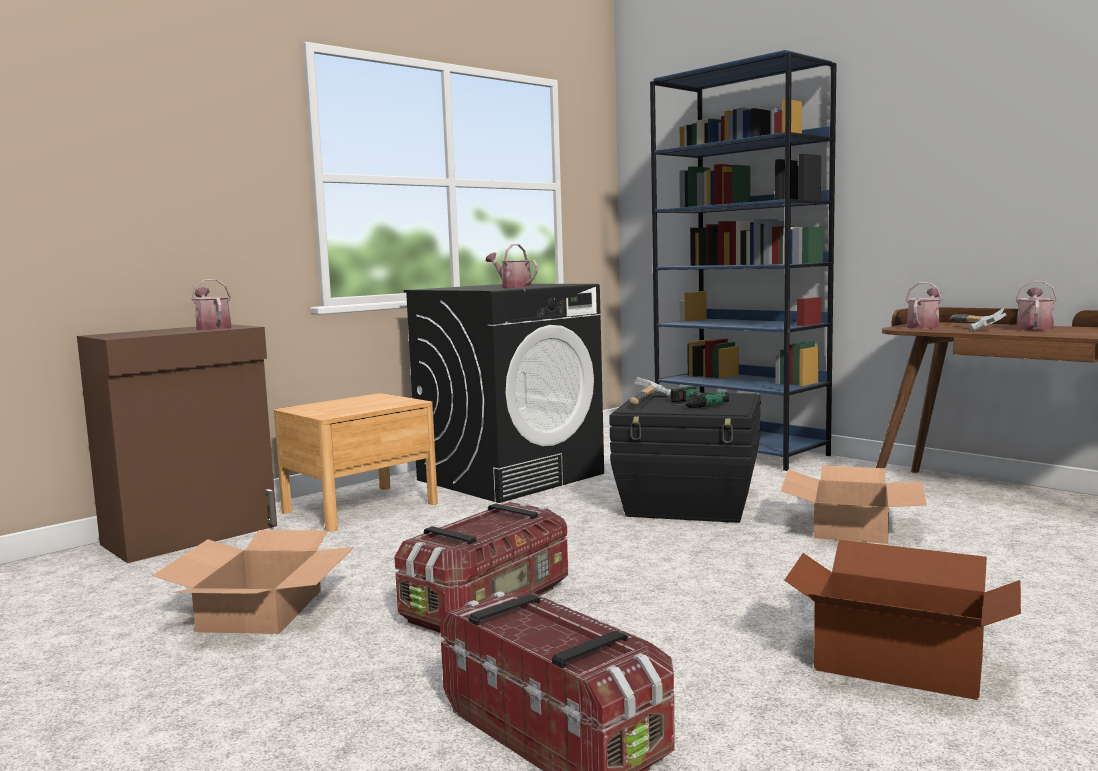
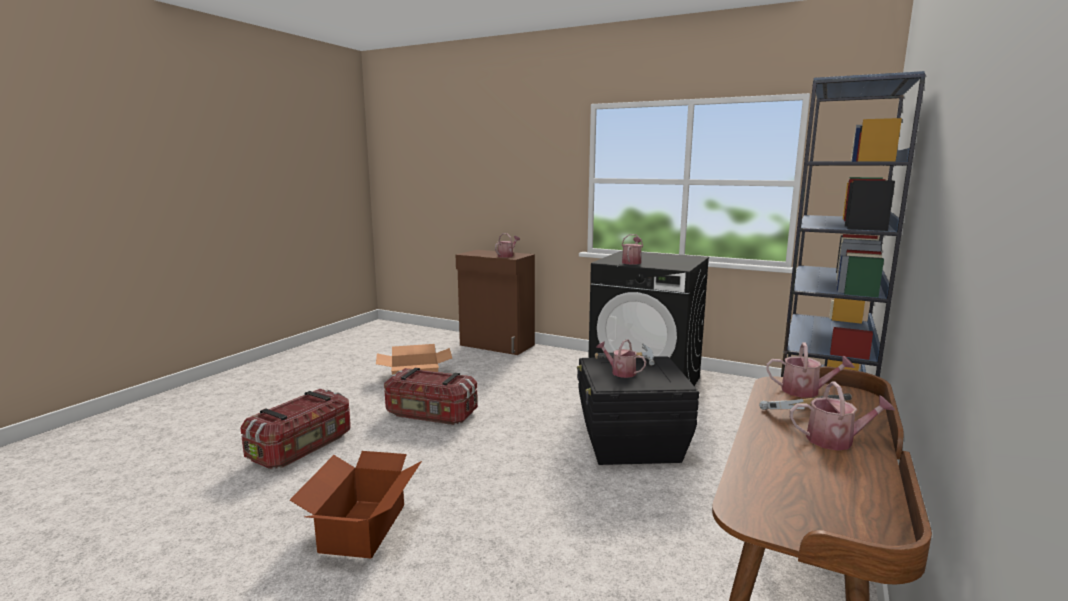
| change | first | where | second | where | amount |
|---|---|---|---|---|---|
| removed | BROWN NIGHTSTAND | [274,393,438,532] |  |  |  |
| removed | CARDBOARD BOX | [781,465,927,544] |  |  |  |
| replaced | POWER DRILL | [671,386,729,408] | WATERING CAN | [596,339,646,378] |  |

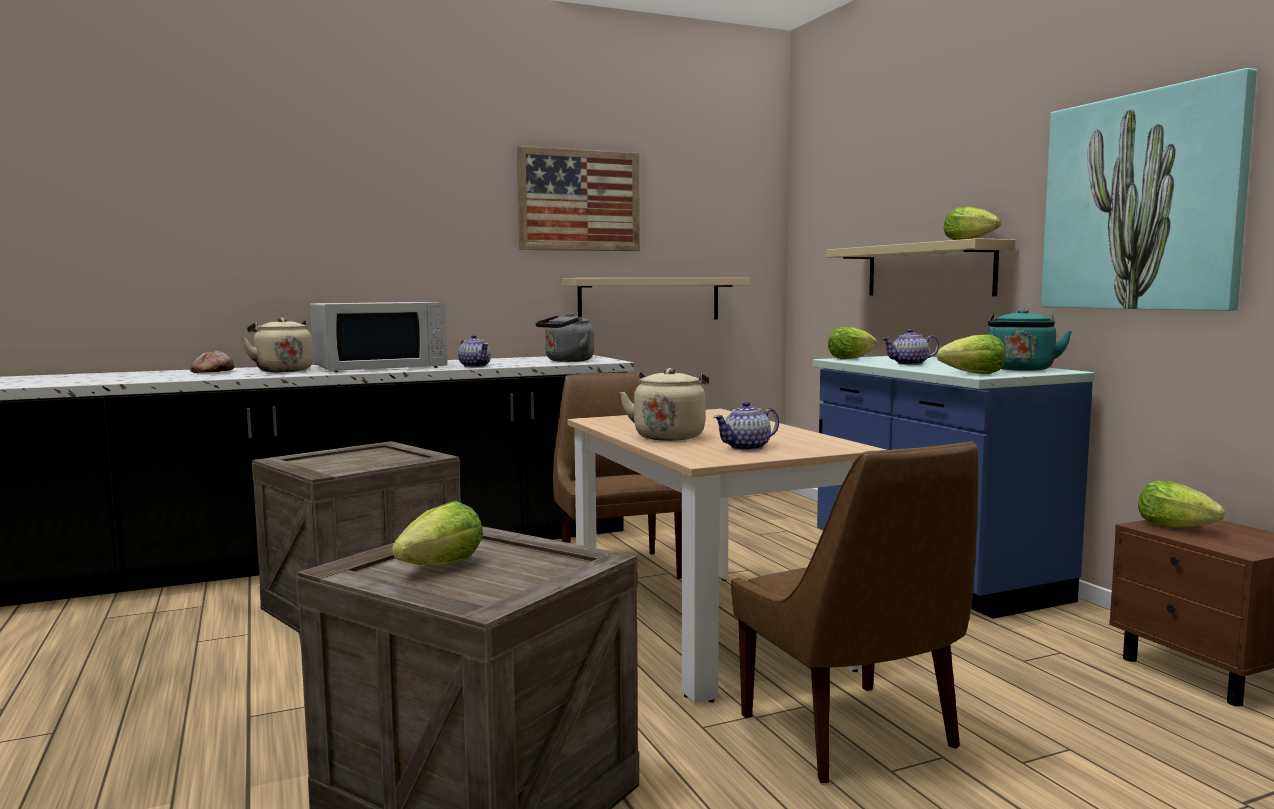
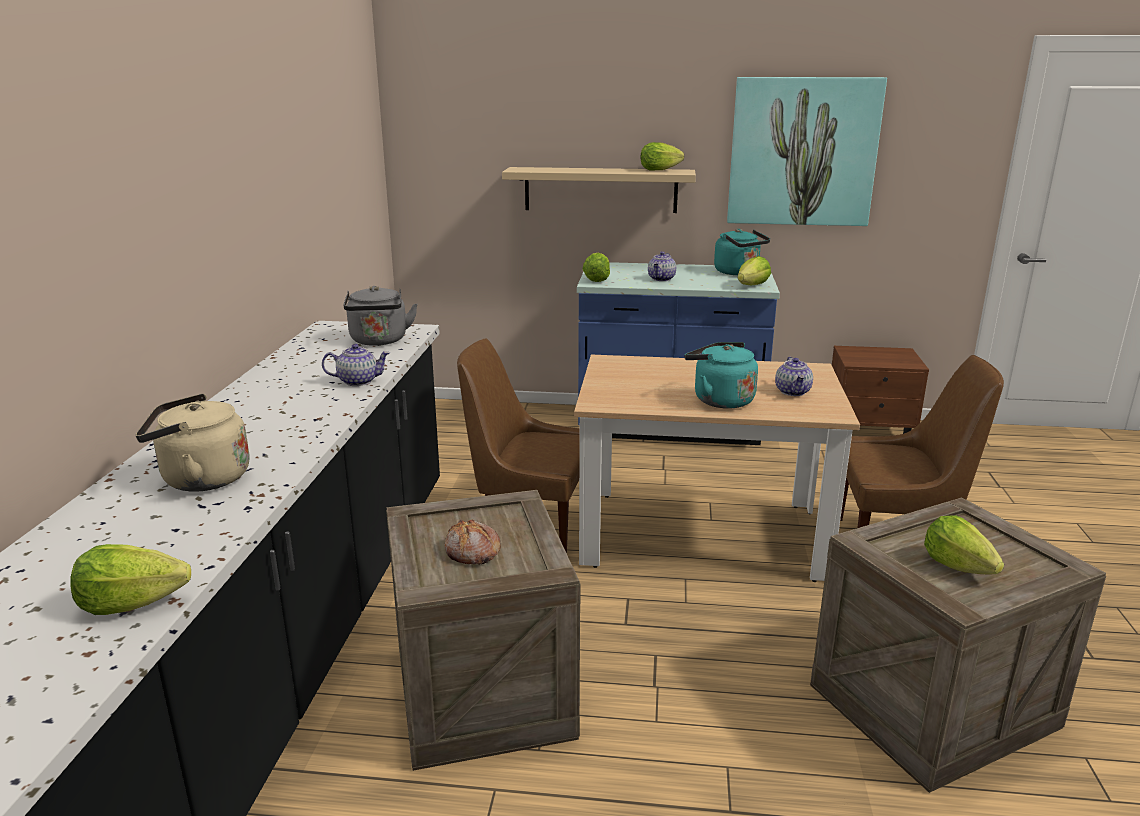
| change | first | where | second | where | amount |
|---|---|---|---|---|---|
| removed | WHITE MICROWAVE | [310,302,447,372] |  |  |  |
| removed | PICTURE | [517,146,640,251] |  |  |  |
| removed | BEIGE SHELF | [562,278,750,319] |  |  |  |
| moved | BREAD | [190,350,234,373] |  | [444,519,501,565] |  |
| moved | LETTUCE | [1138,480,1225,528] |  | [70,544,191,615] |  |
| recoloured | BEIGE KETTLE | [620,368,709,441] | TURQUOISE KETTLE | [685,342,758,409] |  |

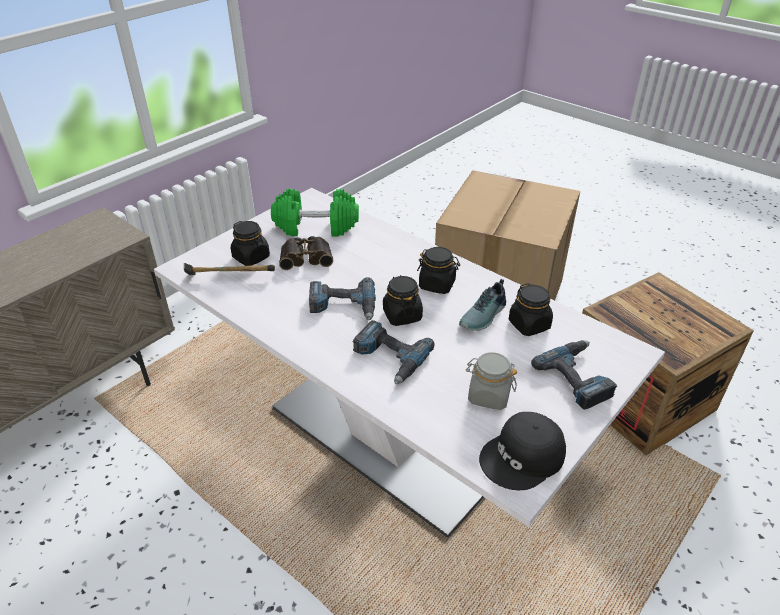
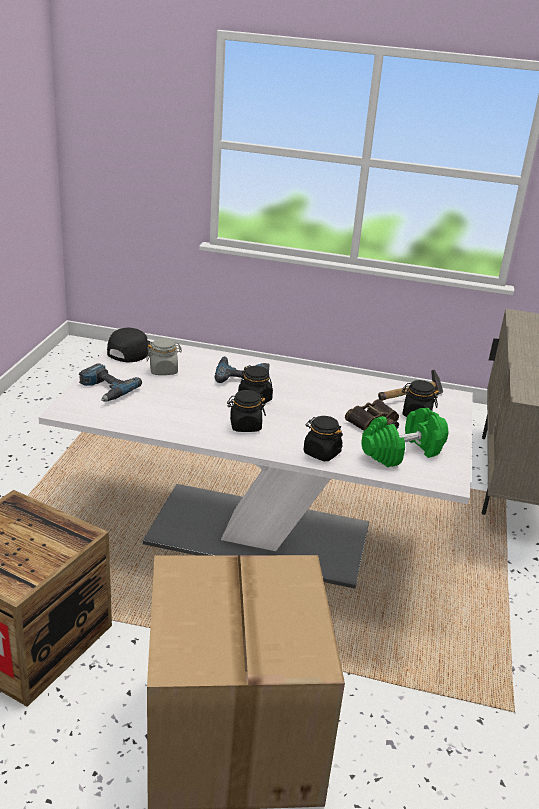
| change | first | where | second | where | amount |
|---|---|---|---|---|---|
| removed | POWER DRILL | [309,277,376,320] |  |  |  |
| removed | SHOE | [459,279,506,331] |  |  |  |
| moved | BLACK JAR | [509,283,553,336] |  | [304,416,343,461] |  |

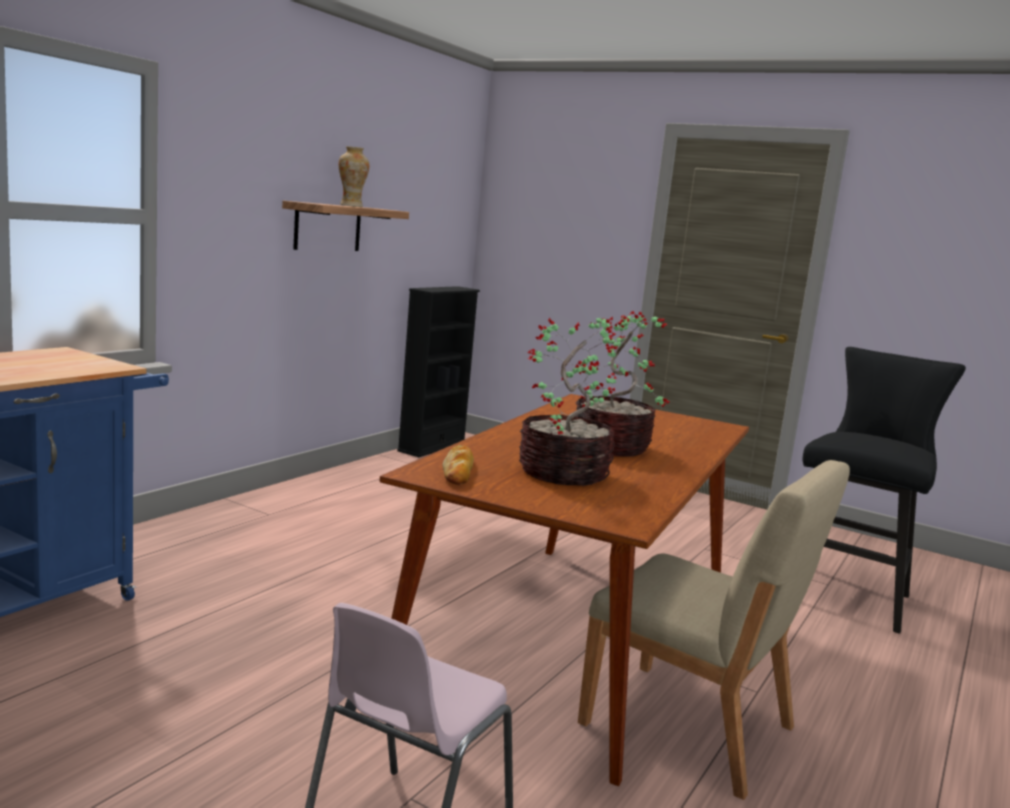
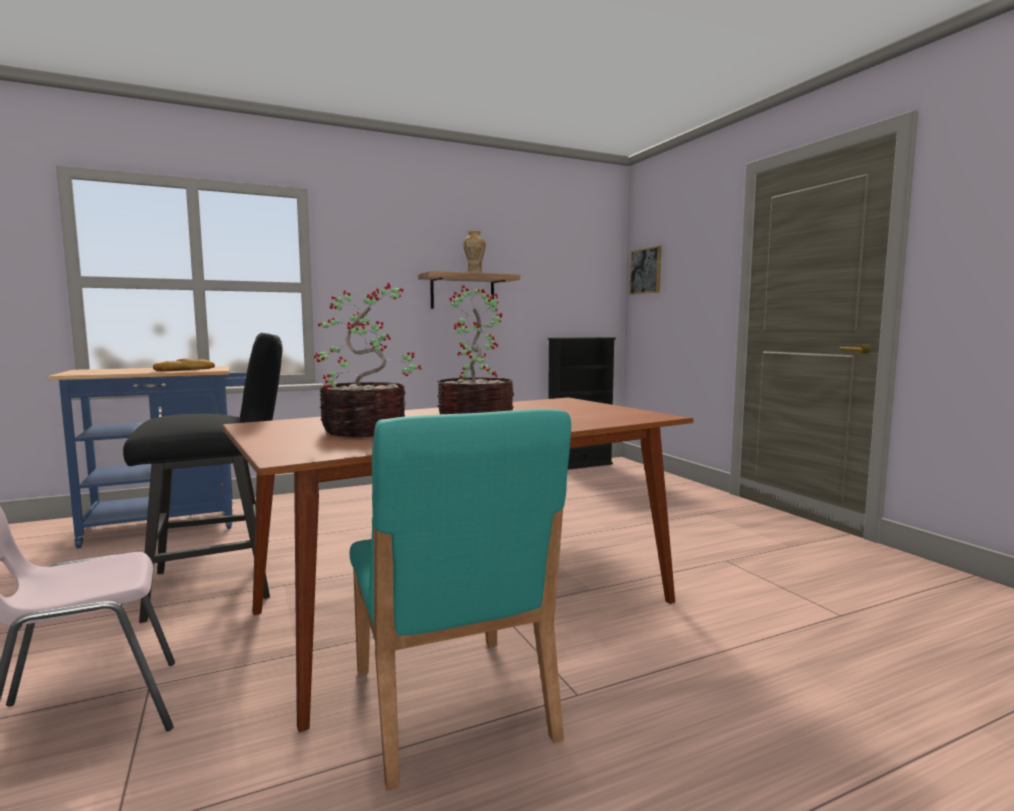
| change | first | where | second | where | amount |
|---|---|---|---|---|---|
| added |  |  | PICTURE | [629,245,661,295] |  |
| moved | BREAD | [442,445,474,485] |  | [153,359,215,371] |  |
| moved | BLACK STOOL | [803,347,966,634] |  | [123,333,283,623] |  |
| recoloured | BEIGE CHAIR | [578,460,850,800] | TURQUOISE CHAIR | [350,409,571,791] |  |

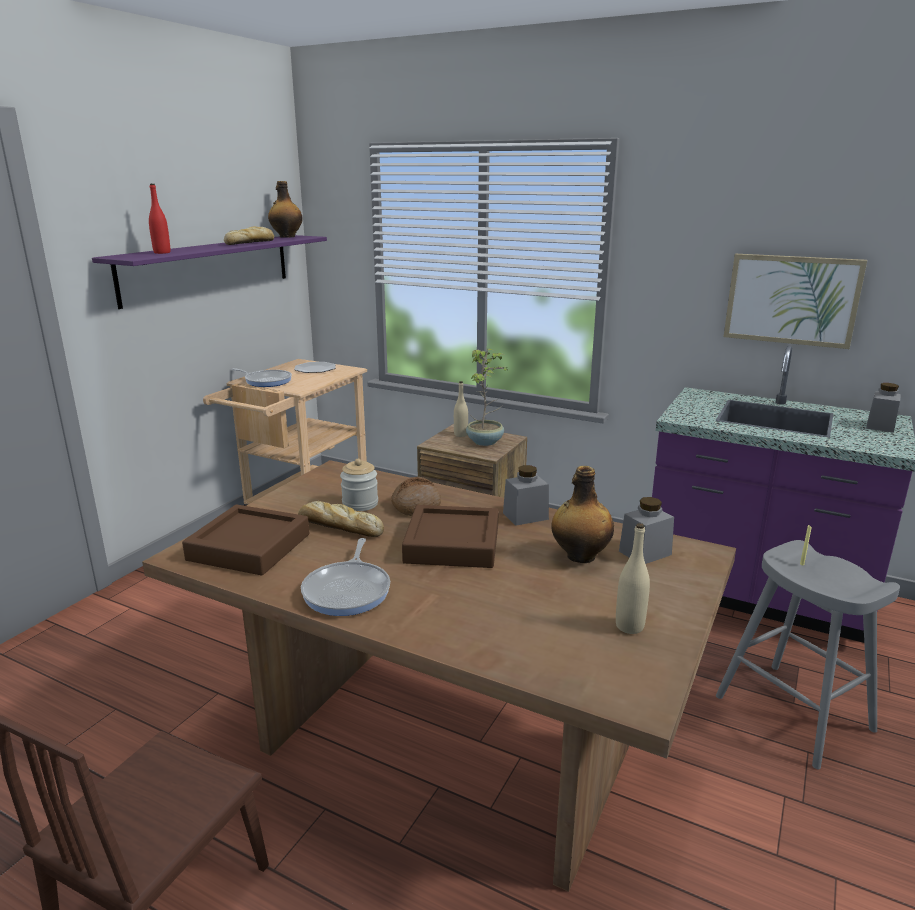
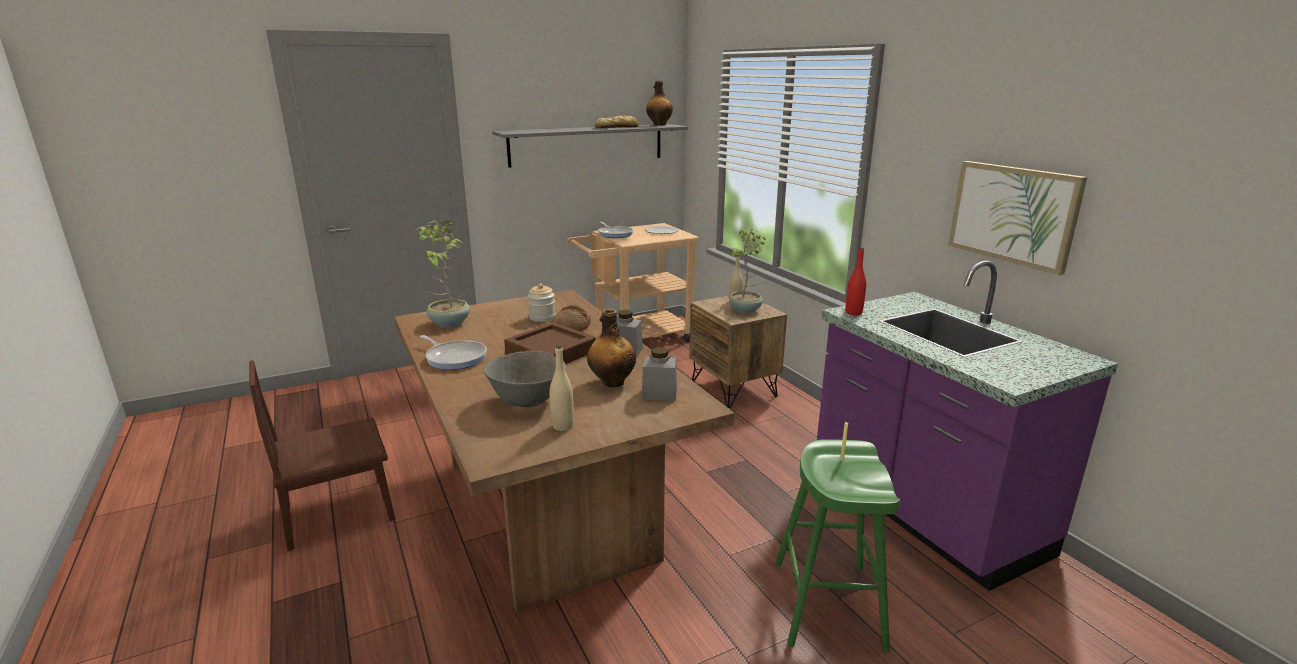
| change | first | where | second | where | amount |
|---|---|---|---|---|---|
| removed | BREAD | [298,501,384,537] |  |  |  |
| removed | GREY JAR | [866,383,901,433] |  |  |  |
| added |  |  | GREY BOWL | [483,350,566,407] |  |
| moved | RED BOTTLE | [149,184,171,254] |  | [846,248,866,315] |  |
| replaced | BROWN TRAY | [182,504,309,575] | POTTED PLANT | [415,221,470,328] |  |
| recoloured | PURPLE SHELF | [92,235,327,309] | GREY SHELF | [492,124,688,168] |  |
| recoloured | GREY STOOL | [716,540,900,769] | GREEN STOOL | [775,439,900,652] |  |
| turned | FRYING PAN | [301,538,390,616] |  | [420,335,487,370] | 90 degrees counterclockwise |

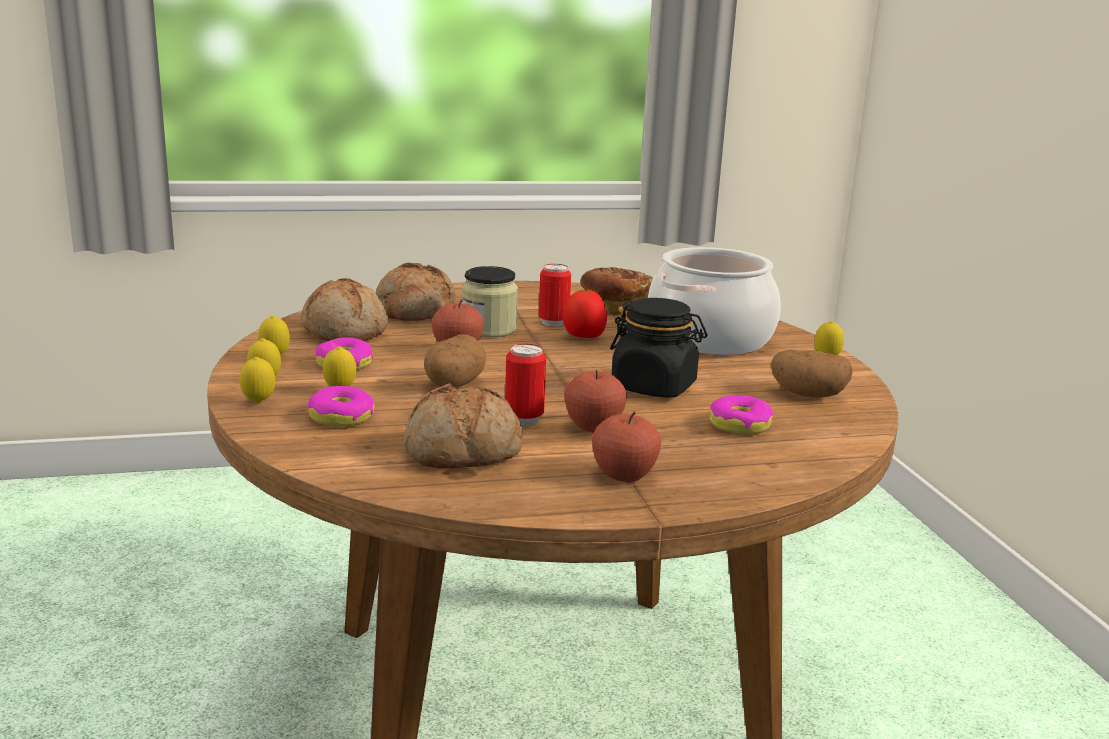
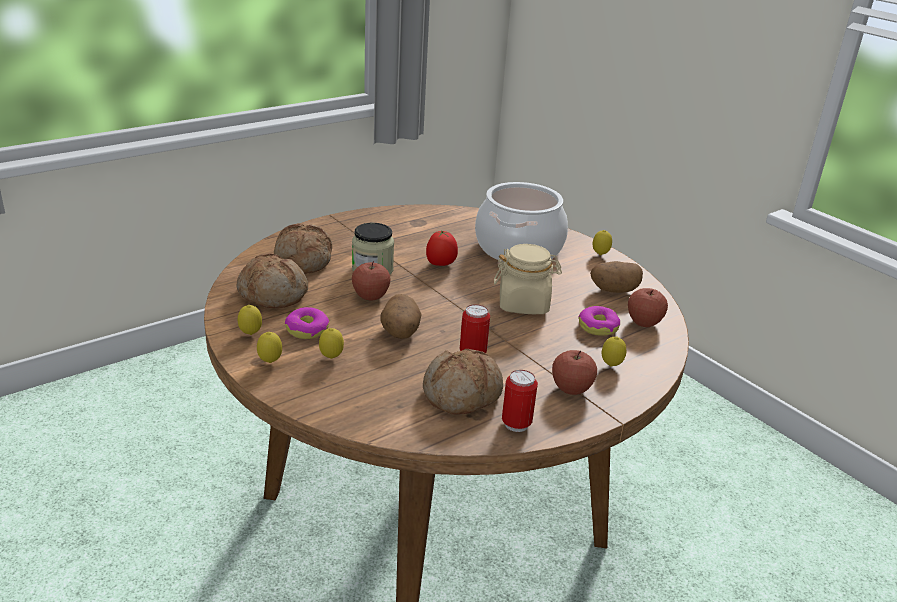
| change | first | where | second | where | amount |
|---|---|---|---|---|---|
| removed | DONUT | [308,386,374,427] |  |  |  |
| removed | BREAD | [580,267,653,314] |  |  |  |
| moved | LEMON | [240,357,275,403] |  | [602,336,626,367] |  |
| moved | CAN | [539,264,571,326] |  | [502,370,538,432] |  |
| moved | APPLE | [565,370,627,432] |  | [628,288,668,327] |  |
| recoloured | BLACK JAR | [610,298,707,398] | BEIGE JAR | [494,244,562,314] |  |

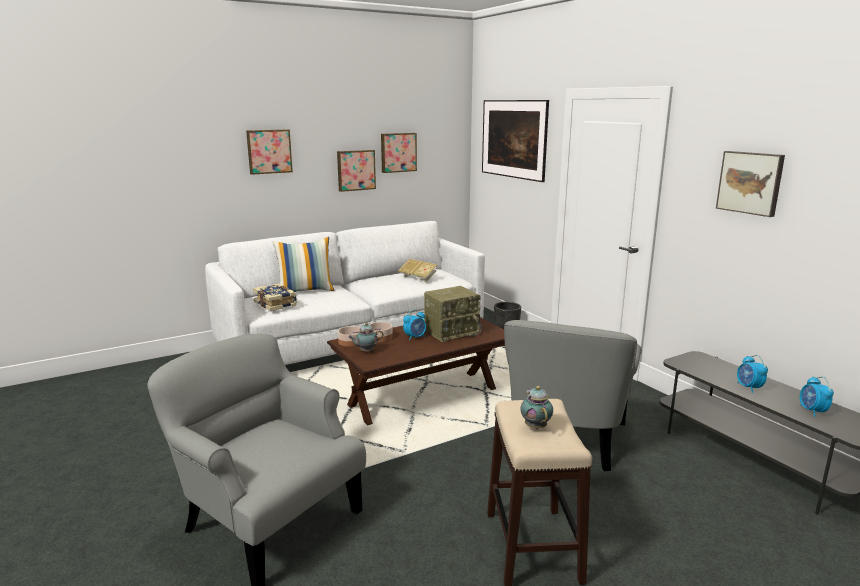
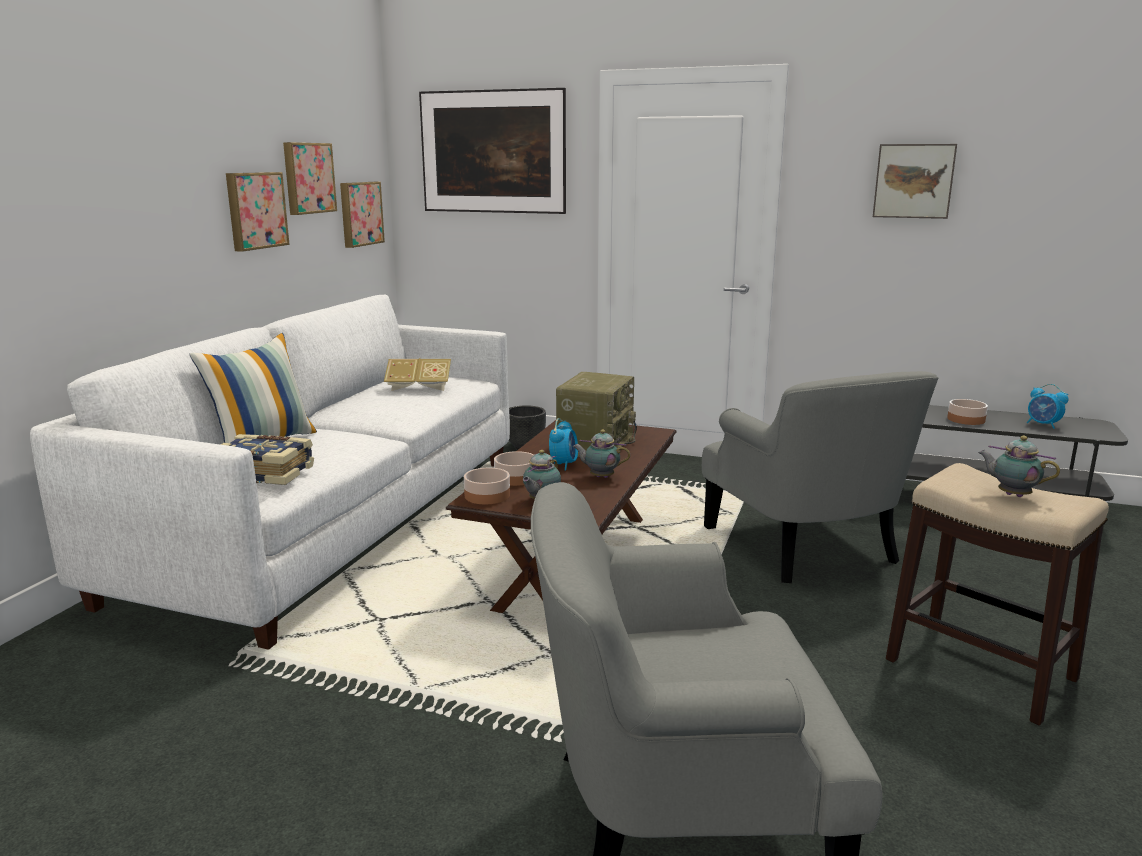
| change | first | where | second | where | amount |
|---|---|---|---|---|---|
| added |  |  | TEAPOT | [573,430,630,478] |  |
| moved | PICTURE | [246,130,293,175] |  | [340,182,385,248] |  |
| replaced | ALARM CLOCK | [737,355,768,393] | BOWL | [947,399,988,425] |  |

